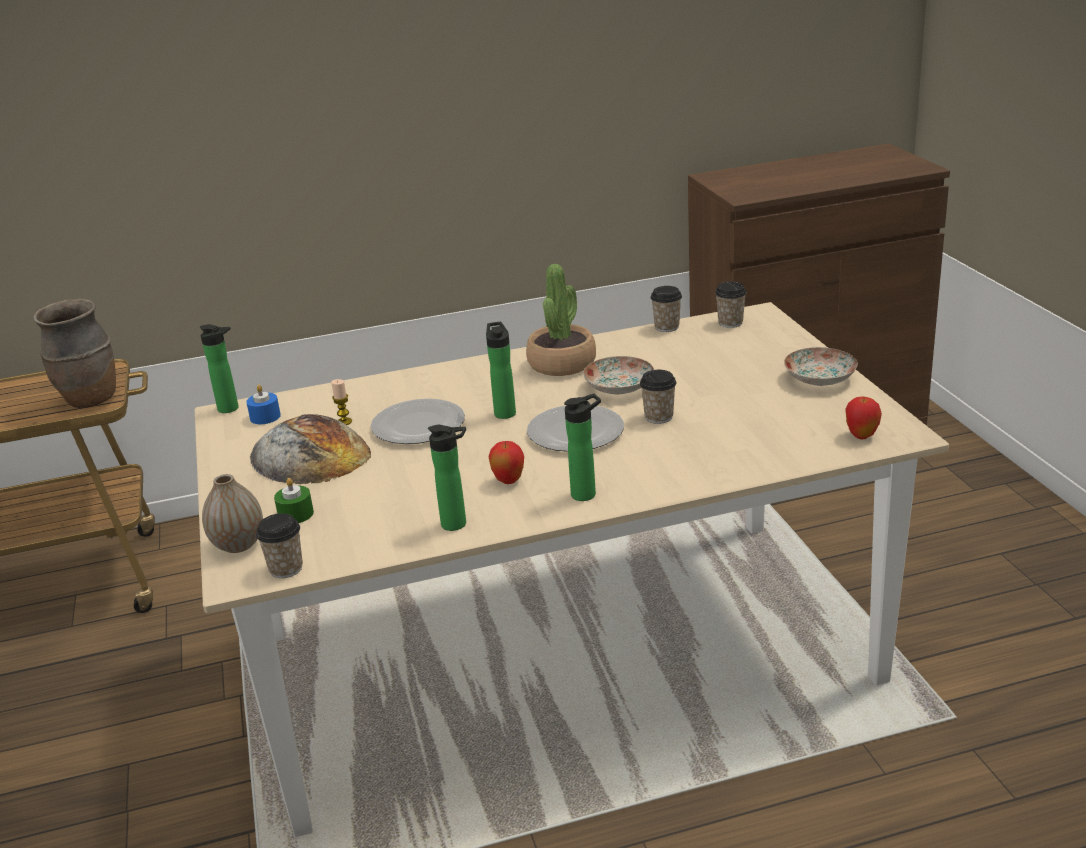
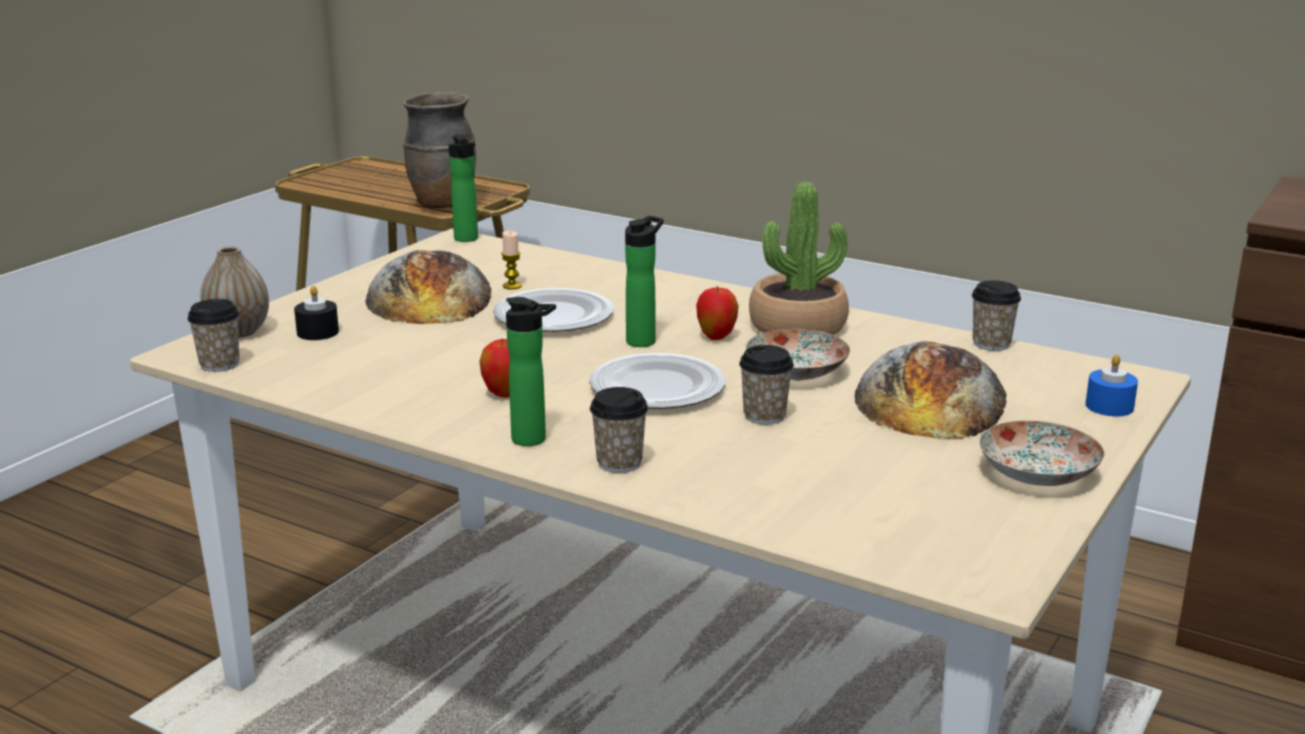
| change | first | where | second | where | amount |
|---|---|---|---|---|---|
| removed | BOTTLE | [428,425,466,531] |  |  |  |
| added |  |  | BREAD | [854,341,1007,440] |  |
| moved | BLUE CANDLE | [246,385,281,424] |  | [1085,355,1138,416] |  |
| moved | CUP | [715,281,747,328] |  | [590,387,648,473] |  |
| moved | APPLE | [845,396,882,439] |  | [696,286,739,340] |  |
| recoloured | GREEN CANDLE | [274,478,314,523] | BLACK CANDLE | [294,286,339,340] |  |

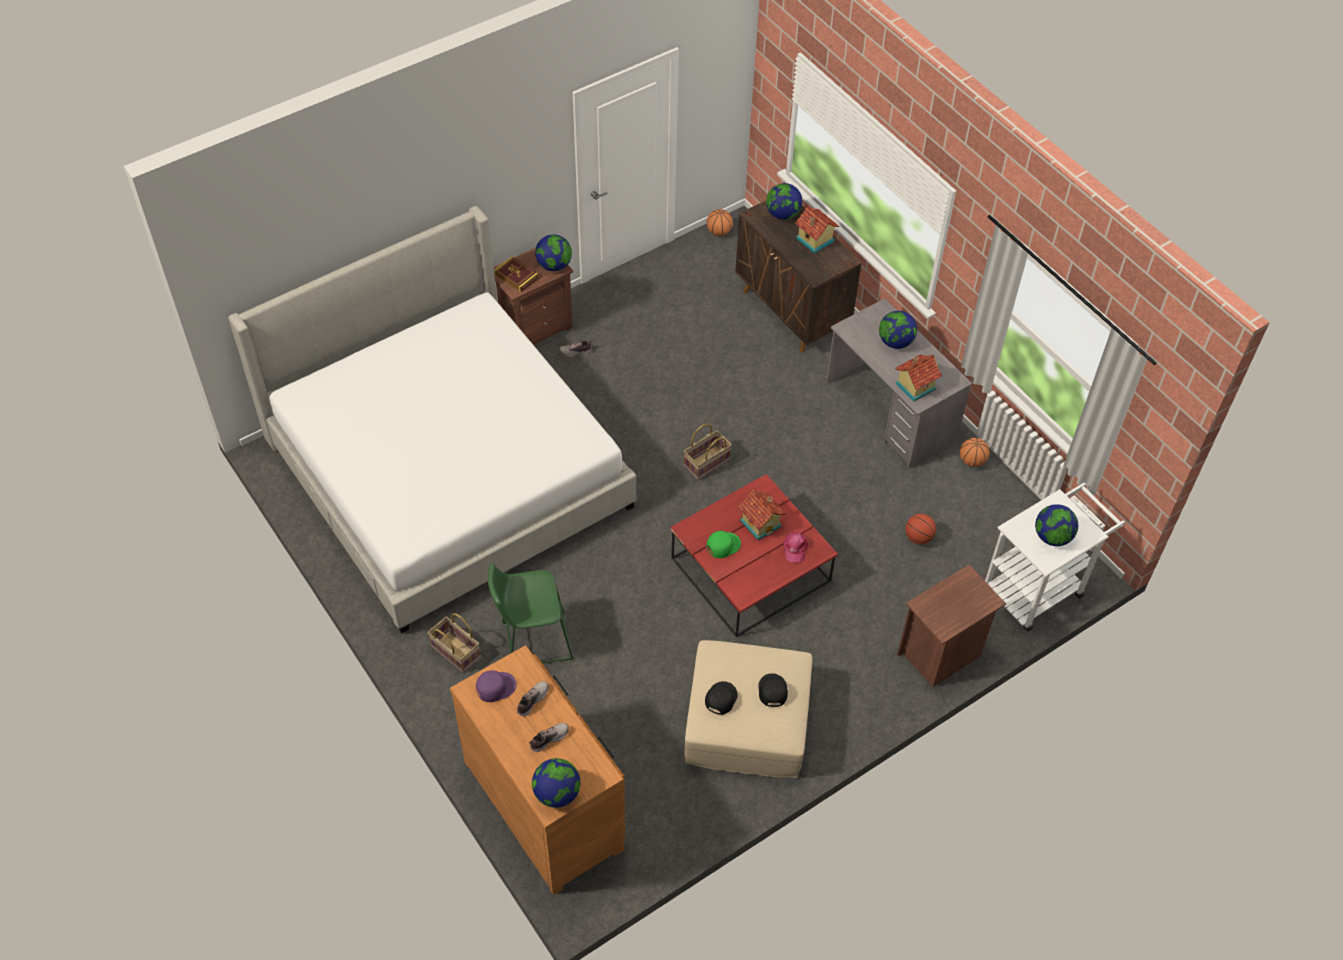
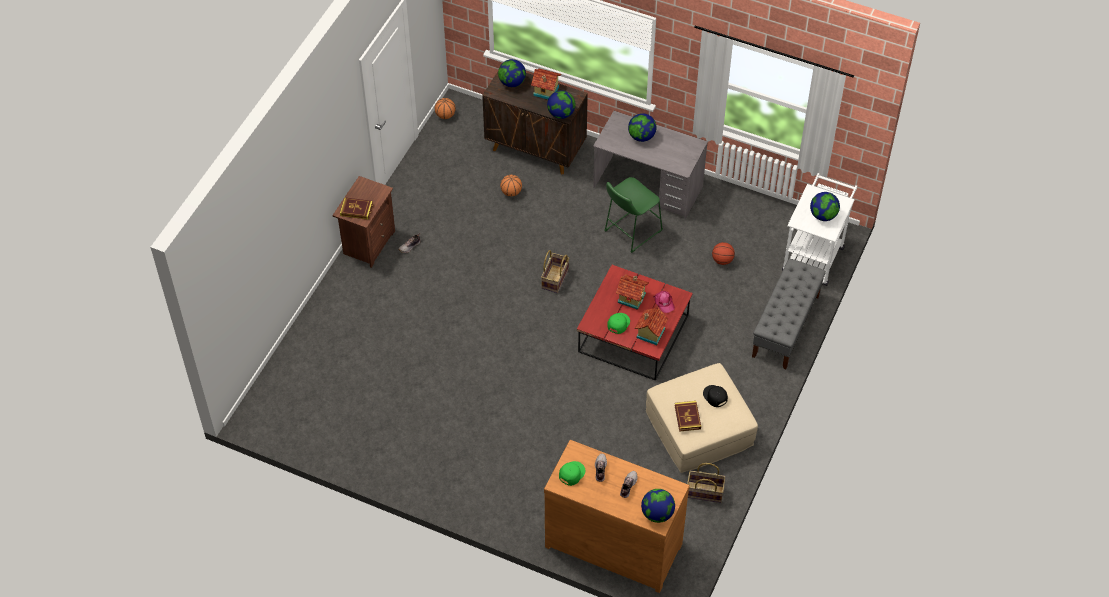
| change | first | where | second | where | amount |
|---|---|---|---|---|---|
| removed | BED | [228,206,636,634] |  |  |  |
| moved | BASKET | [428,613,481,673] |  | [687,463,726,503] |  |
| moved | GREEN STOOL | [488,563,574,664] |  | [605,177,663,253] |  |
| moved | GLOBE | [535,234,572,271] |  | [547,90,575,119] |  |
| moved | TOY HOUSE | [895,354,942,402] |  | [635,307,669,345] |  |
| moved | BASKETBALL | [960,438,990,467] |  | [500,175,522,197] |  |
| replaced | BLACK CAP | [705,681,738,715] | BOOK | [675,401,701,432] |  |
| replaced | BROWN NIGHTSTAND | [897,565,1006,687] | GREY BENCH | [752,258,826,369] |  |
| recoloured | PURPLE CAP | [476,670,517,702] | GREEN CAP | [559,461,585,486] |  |

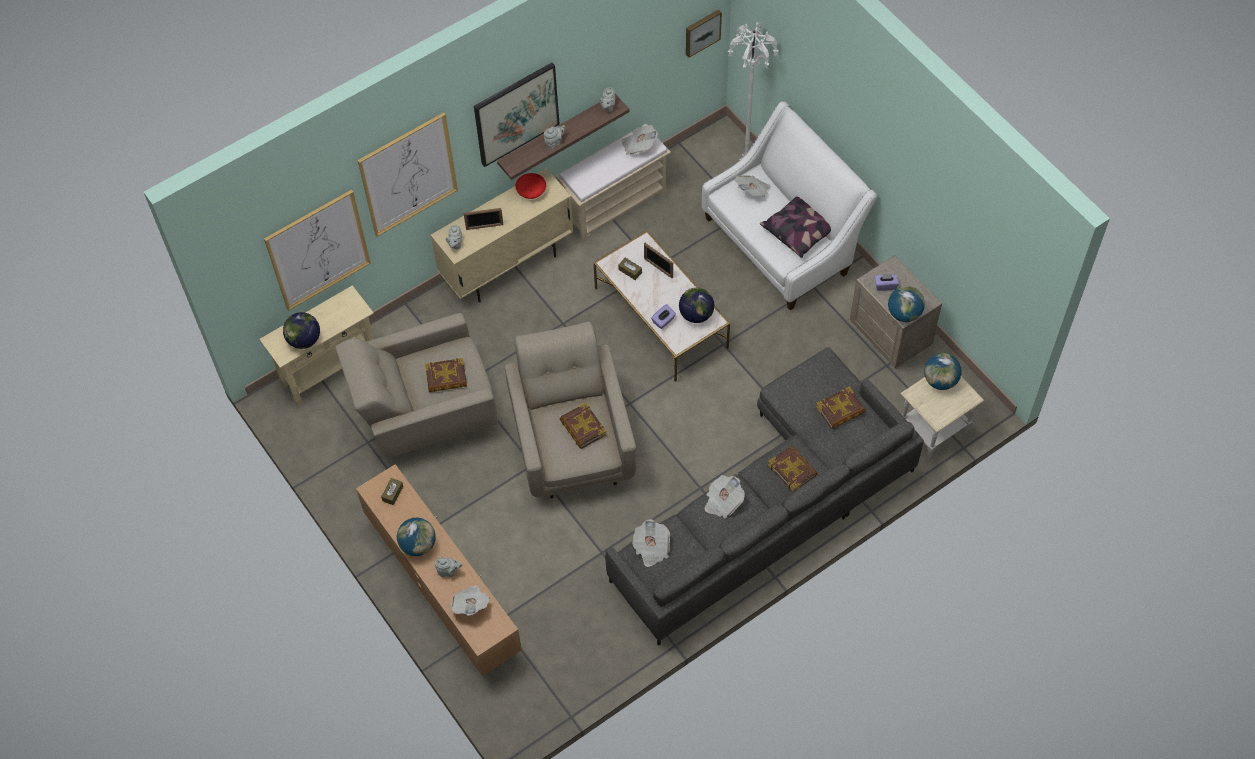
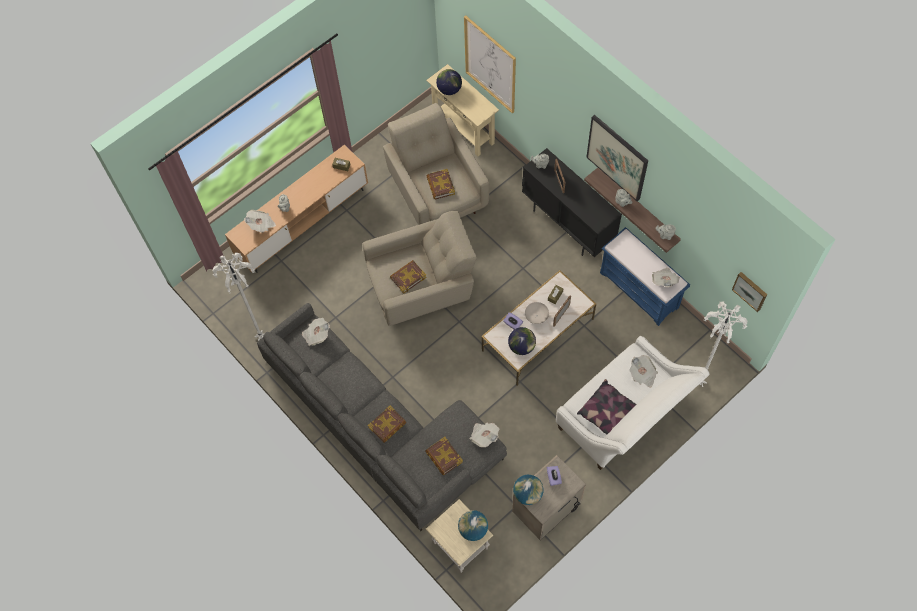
| change | first | where | second | where | amount |
|---|---|---|---|---|---|
| removed | PICTURE | [358,112,458,237] |  |  |  |
| removed | GLOBE | [397,518,436,556] |  |  |  |
| removed | RED BOWL | [516,173,546,199] |  |  |  |
| added |  |  | WHITE FLOOR LAMP | [213,252,264,341] |  |
| added |  |  | WHITE BOWL | [525,302,549,324] |  |
| moved | NEWSPAPER | [704,475,745,518] |  | [470,423,500,447] |  |
| recoloured | BEIGE CABINET | [431,168,573,303] | BLACK CABINET | [522,148,622,257] |  |
| recoloured | BEIGE BENCH | [556,124,671,241] | BLUE BENCH | [600,227,690,326] |  |

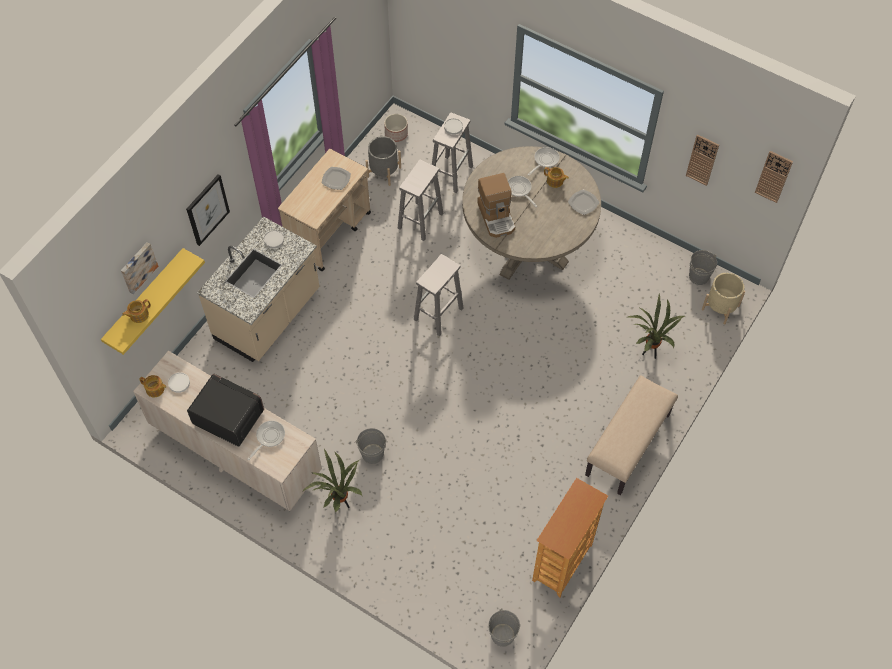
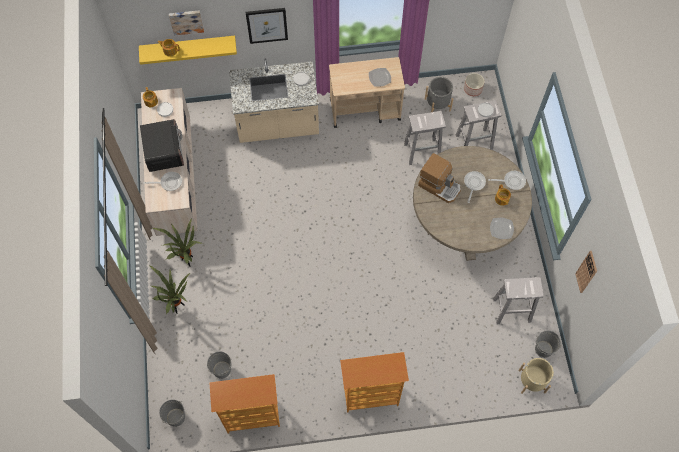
| change | first | where | second | where | amount |
|---|---|---|---|---|---|
| removed | WALL CLOCK | [755,151,793,203] |  |  |  |
| moved | GREY BUCKET | [355,428,388,464] |  | [207,352,231,379] |  |
| moved | WHITE STOOL | [414,254,464,336] |  | [493,277,544,324] |  |
| moved | POTTED PLANT | [627,294,685,359] |  | [149,265,190,314] |  |
| replaced | BEIGE BENCH | [585,375,678,495] | BOOKCASE | [340,352,409,413] |  |
| turned | COFFEE MACHINE | [477,173,515,238] |  | [418,153,461,203] | 90 degrees counterclockwise |

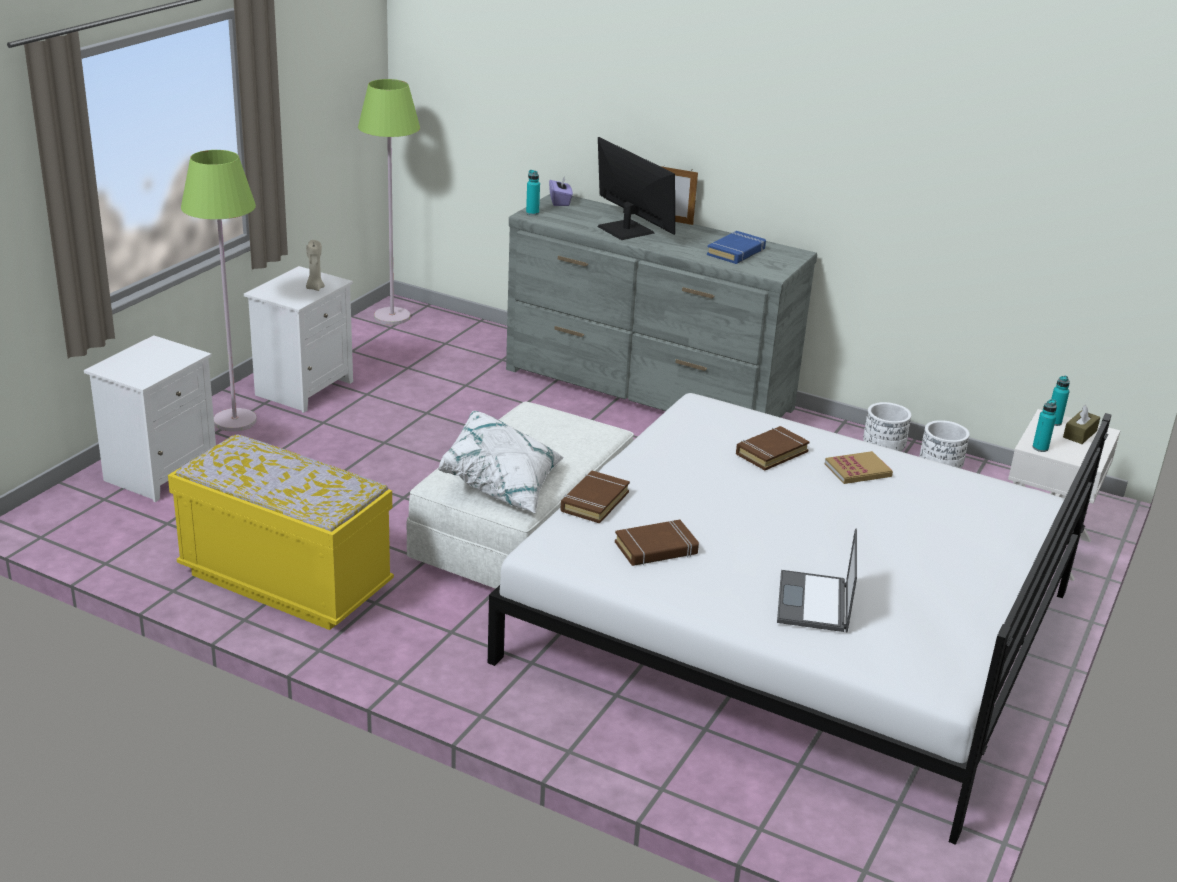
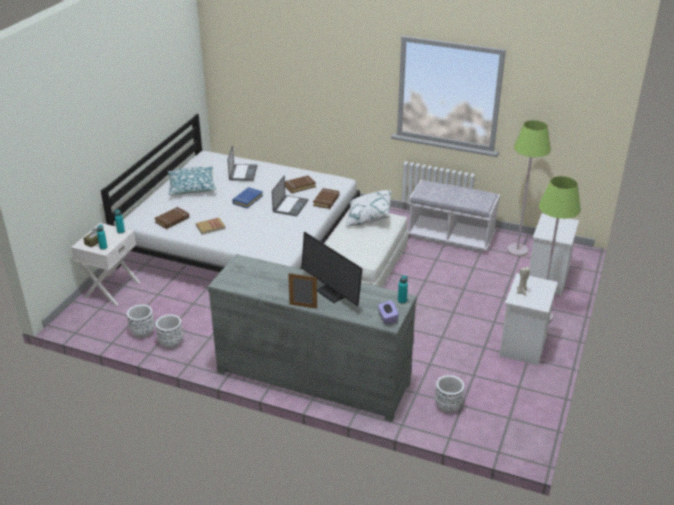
| change | first | where | second | where | amount |
|---|---|---|---|---|---|
| added |  |  | PILLOW | [167,167,216,195] |  |
| added |  |  | LAPTOP | [272,175,309,216] |  |
| added |  |  | WHITE PLANTER | [435,375,464,413] |  |
| moved | GREEN FLOOR LAMP | [358,79,420,325] |  | [507,120,551,256] |  |
| moved | BLUE BOOK | [707,231,766,264] |  | [232,187,263,208] |  |
| moved | BROWN BOOK | [736,426,810,470] |  | [155,207,189,229] |  |
| recoloured | YELLOW BENCH | [168,435,394,630] | WHITE BENCH | [408,180,500,253] |  |

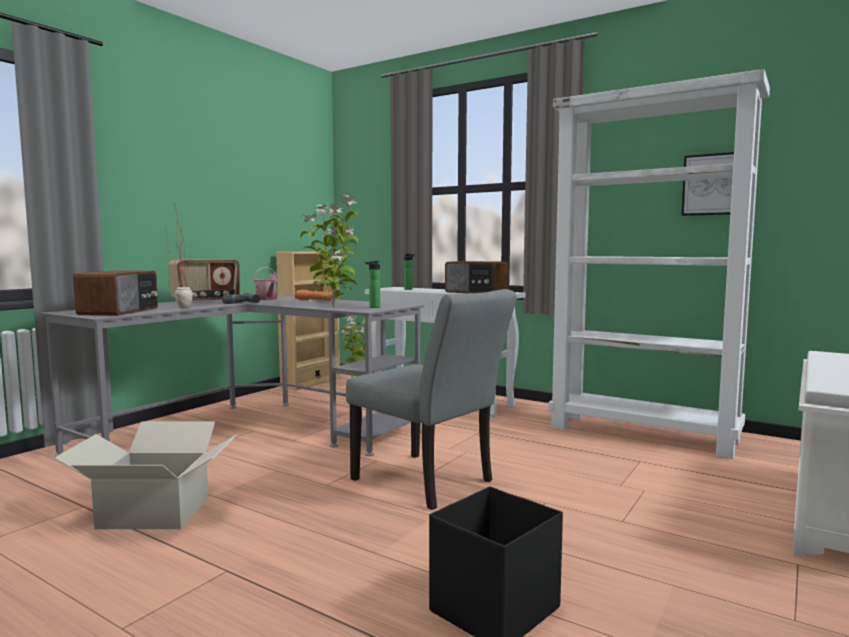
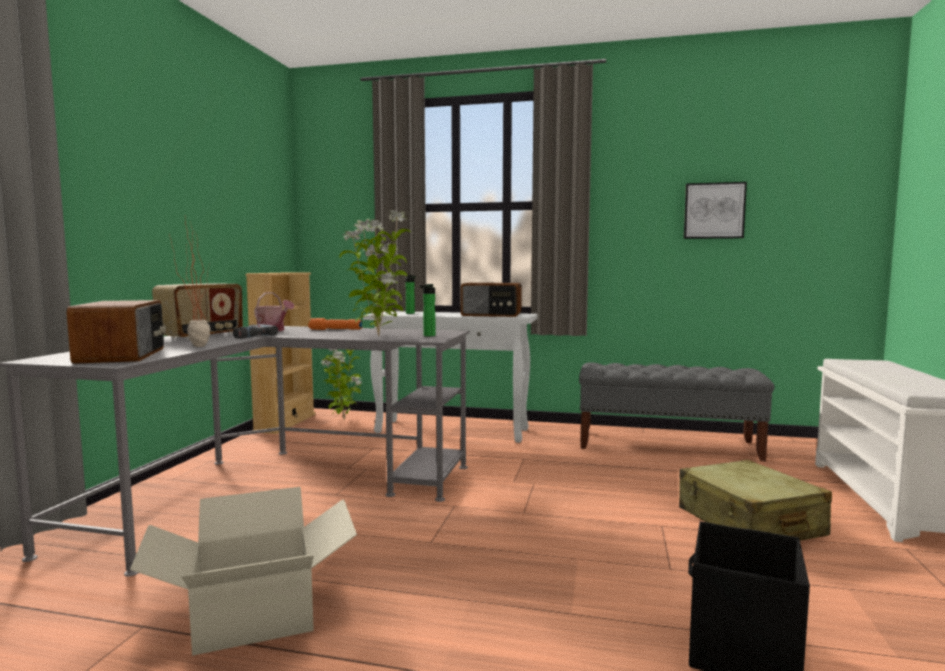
| change | first | where | second | where | amount |
|---|---|---|---|---|---|
| removed | GREY CHAIR | [346,289,517,510] |  |  |  |
| added |  |  | BEIGE SUITCASE | [679,460,832,541] |  |
| replaced | WHITE BOOKCASE | [548,69,770,459] | GREY BENCH | [579,362,775,461] |  |

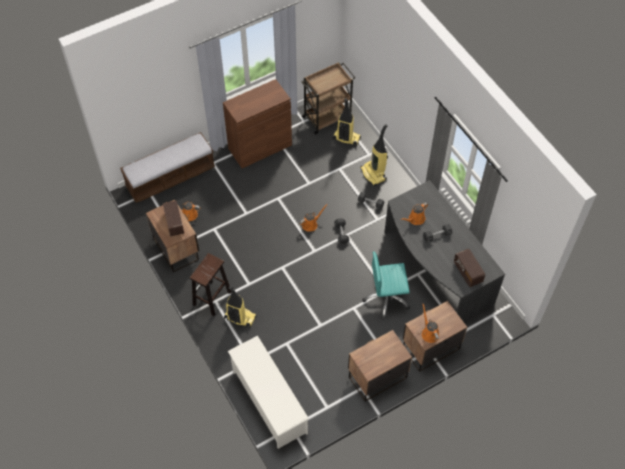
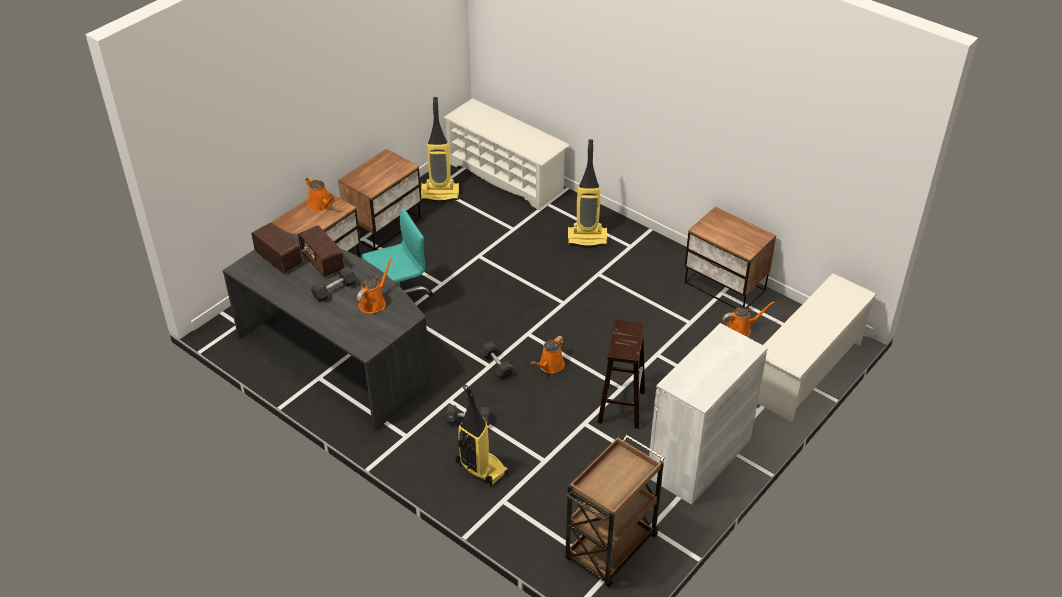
| change | first | where | second | where | amount |
|---|---|---|---|---|---|
| moved | RADIO | [163,200,184,237] |  | [298,225,344,277] |  |
| moved | BROWN STOOL | [190,253,231,316] |  | [598,320,645,429] |  |
| moved | VACUUM CLEANER | [333,98,361,146] |  | [421,97,459,202] |  |
| replaced | BENCH | [120,132,215,203] | WHITE SHOE RACK | [758,273,877,422] |  |
| recoloured | BROWN CABINET | [223,79,292,168] | WHITE CABINET | [649,323,768,505] |  |

